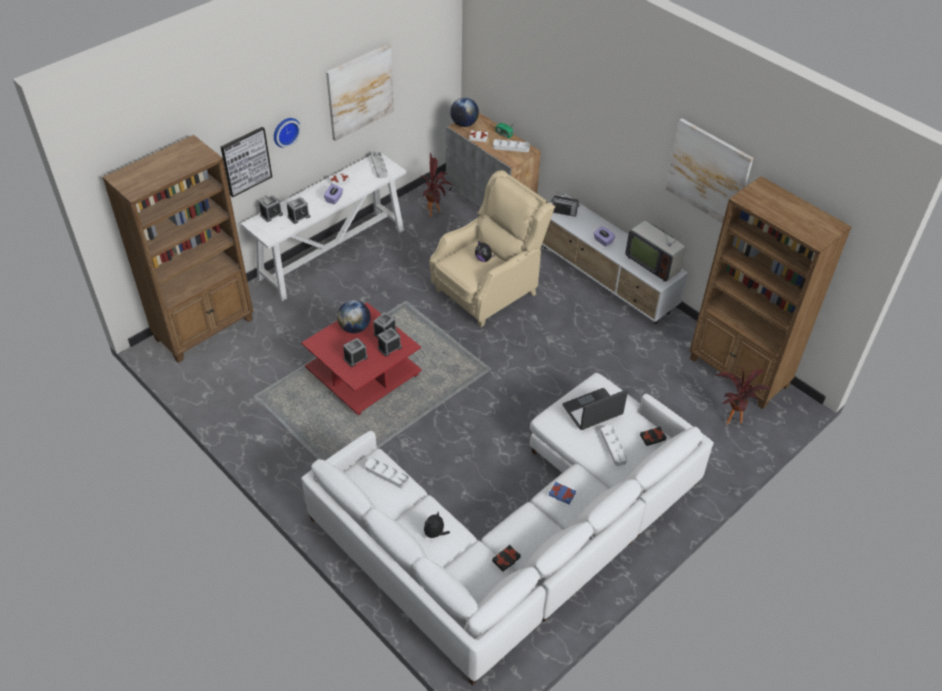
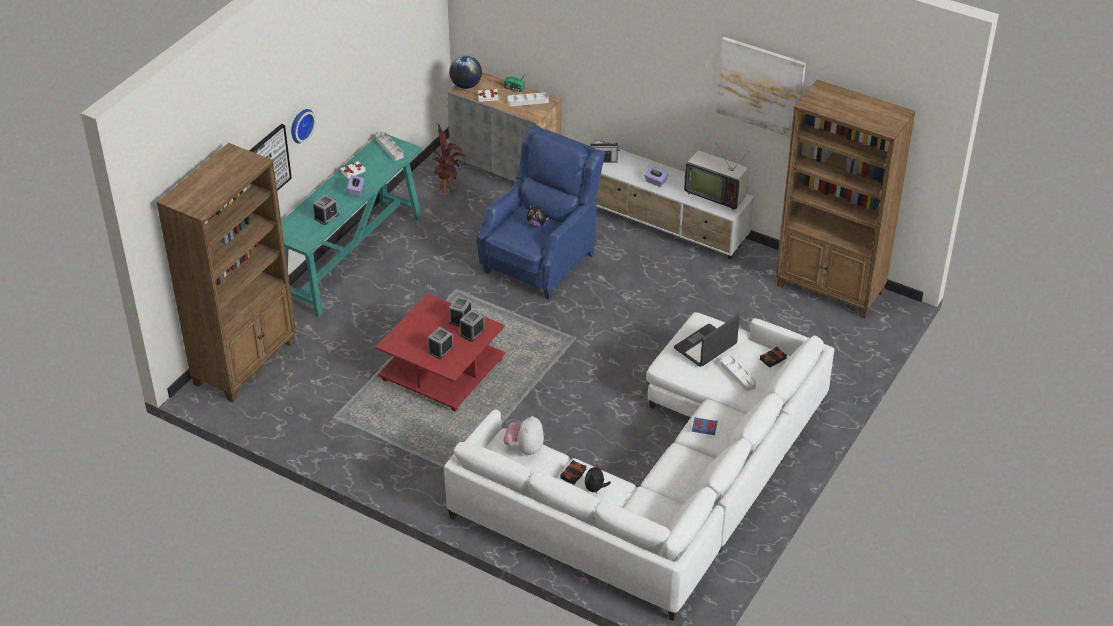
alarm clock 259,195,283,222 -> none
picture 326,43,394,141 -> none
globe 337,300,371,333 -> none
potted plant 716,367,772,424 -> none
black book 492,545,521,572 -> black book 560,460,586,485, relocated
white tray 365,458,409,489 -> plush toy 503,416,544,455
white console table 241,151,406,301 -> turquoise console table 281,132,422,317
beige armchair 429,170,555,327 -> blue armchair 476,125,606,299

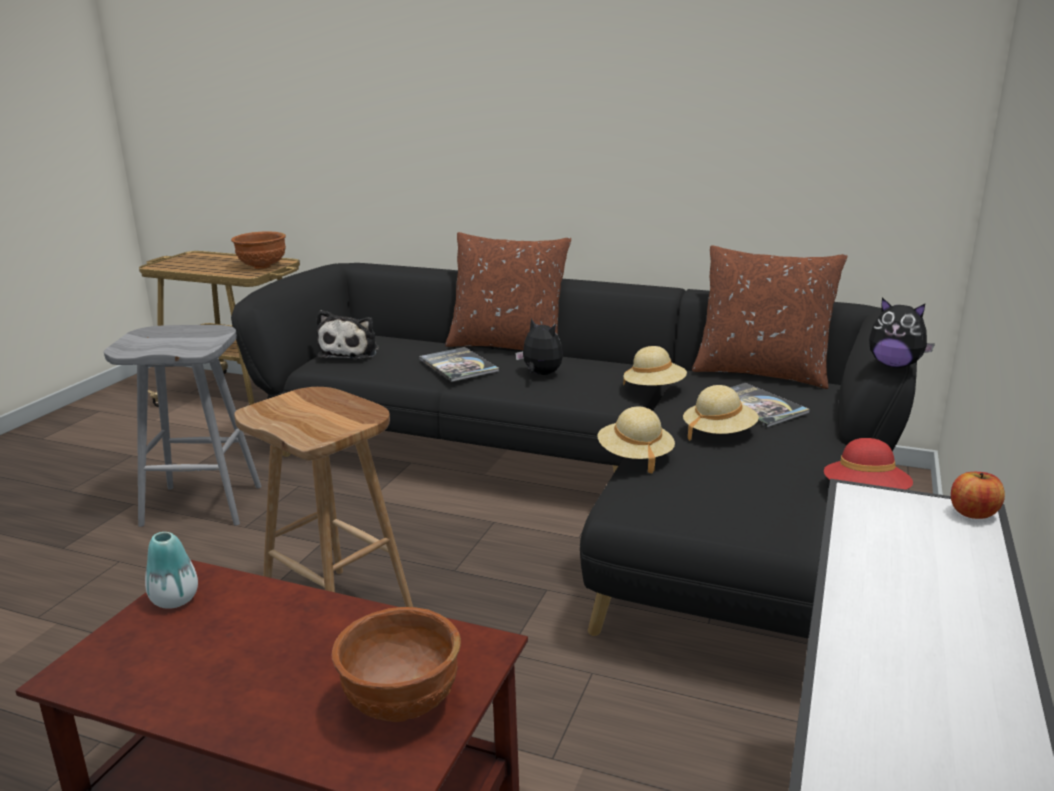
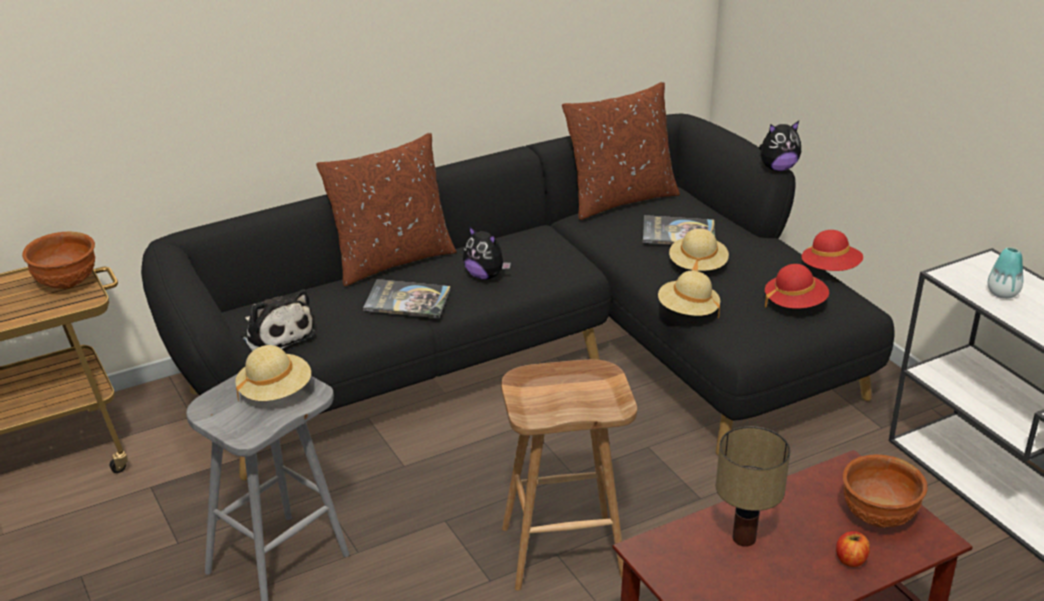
none -> table lamp 716,426,790,547
none -> red hat 765,264,829,309
vase 145,532,198,609 -> vase 987,247,1024,299, relocated
beige hat 623,346,687,386 -> beige hat 235,345,311,402, relocated
apple 951,472,1005,519 -> apple 836,531,870,567, relocated
plush toy 515,318,563,375 -> plush toy 463,226,511,280, 135 degrees counterclockwise

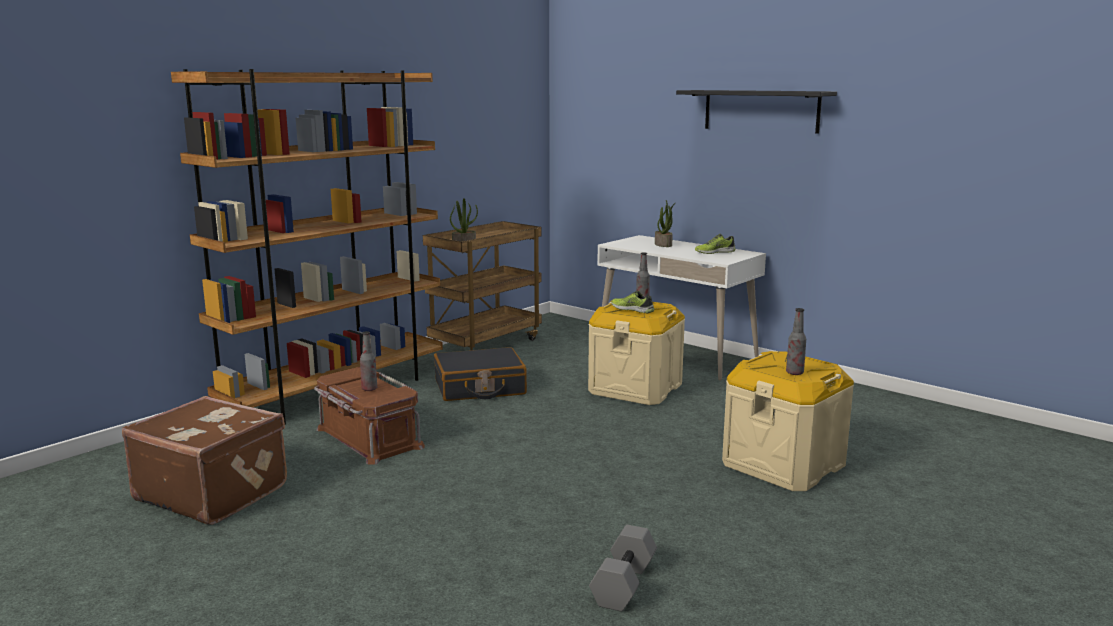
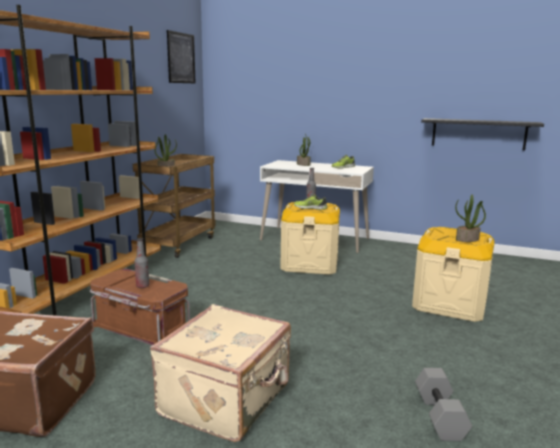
black suitcase 434,347,527,401 -> none
none -> beige suitcase 150,304,291,442
none -> picture 167,30,195,83
black shelf 676,90,837,134 -> black shelf 421,118,544,150, relocated
bottle 786,308,806,375 -> potted plant 455,195,486,242

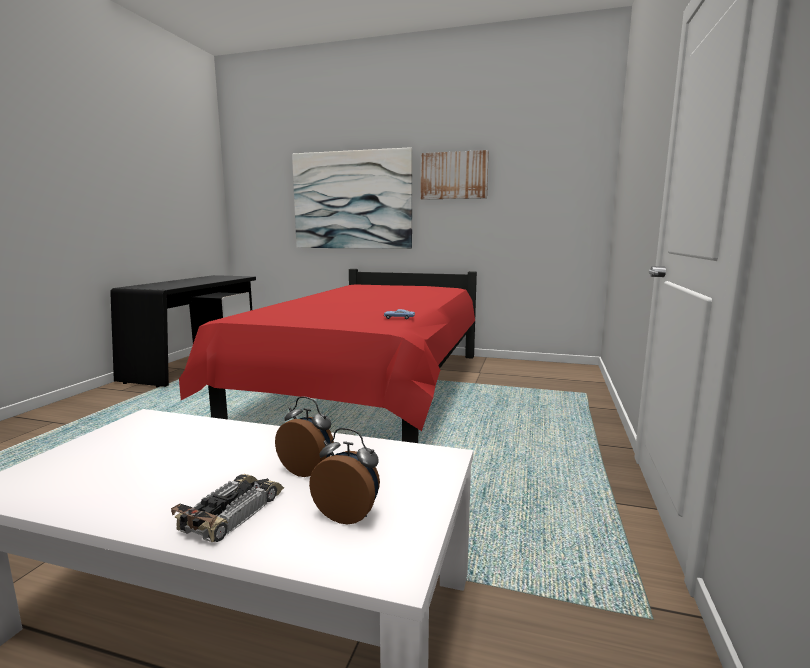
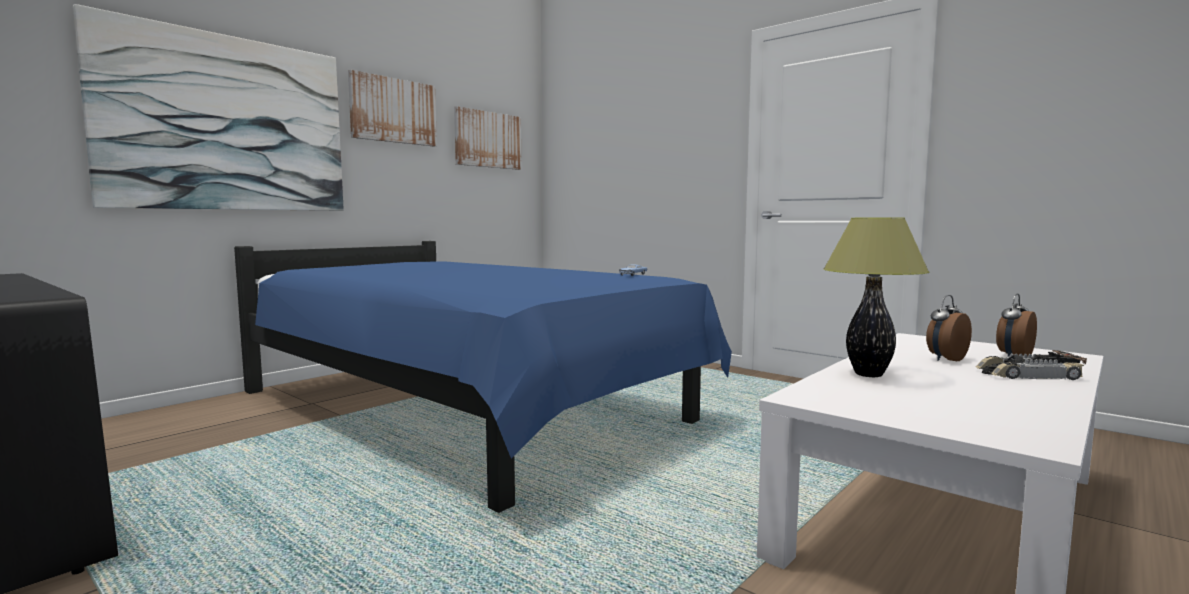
none -> picture 454,106,522,170
none -> table lamp 823,217,929,377
red bed 179,269,477,443 -> blue bed 234,241,732,513
toy car 171,474,285,542 -> toy car 976,350,1087,380, 45 degrees counterclockwise

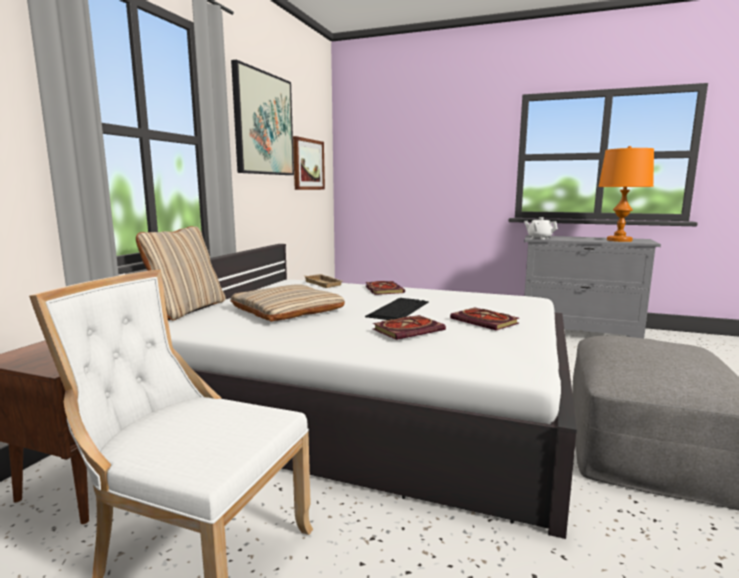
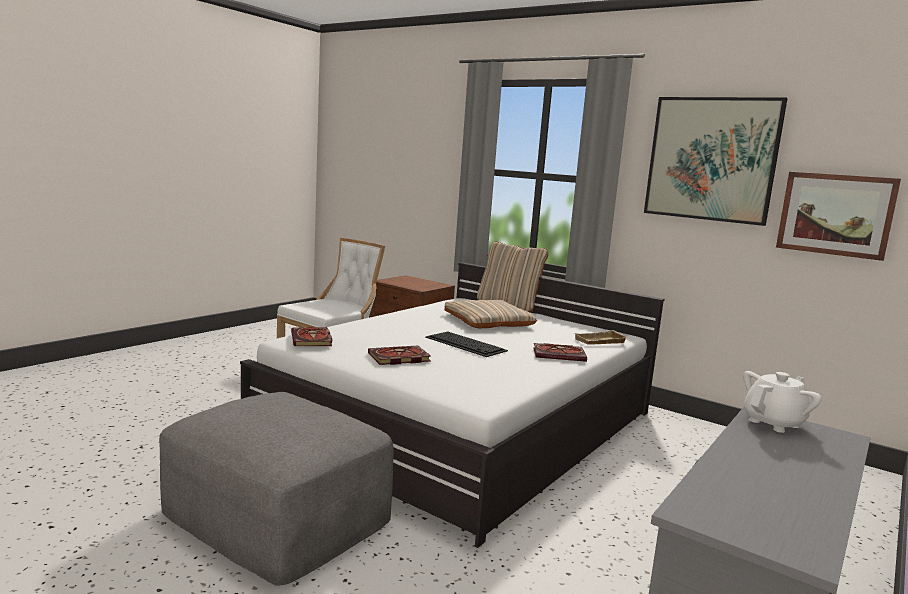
orange table lamp 598,146,654,242 -> none
book 373,315,446,340 -> book 291,327,332,346, relocated

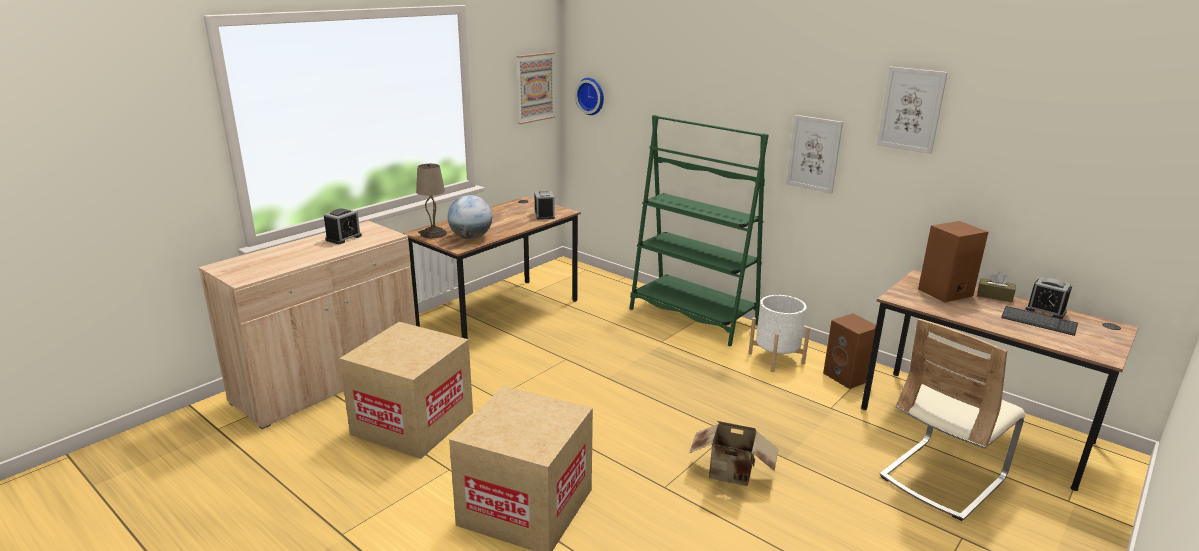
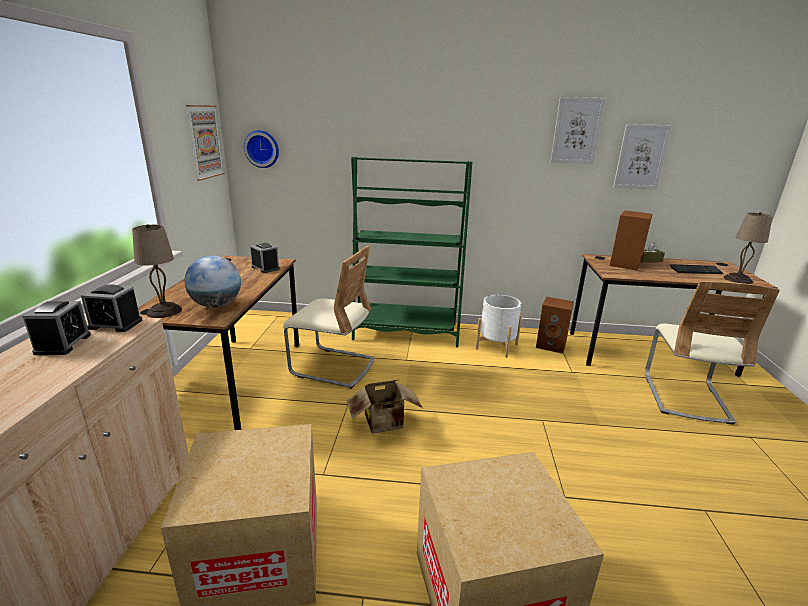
none -> beige chair 283,245,375,389
none -> beige table lamp 724,212,773,284
cardboard box 689,421,778,486 -> cardboard box 346,380,423,434, relocated
picture 786,115,843,194 -> picture 613,124,672,189, relocated
alarm clock 1025,277,1072,319 -> alarm clock 81,284,142,332, relocated

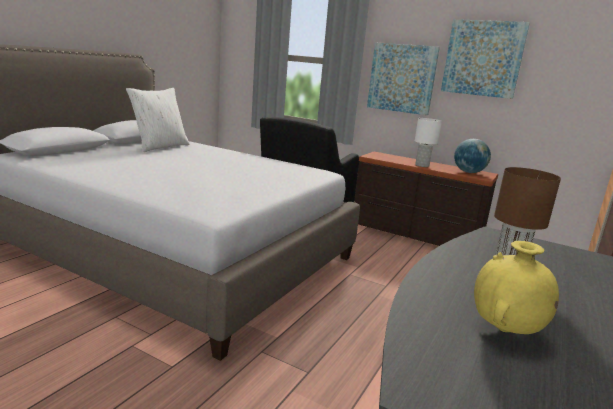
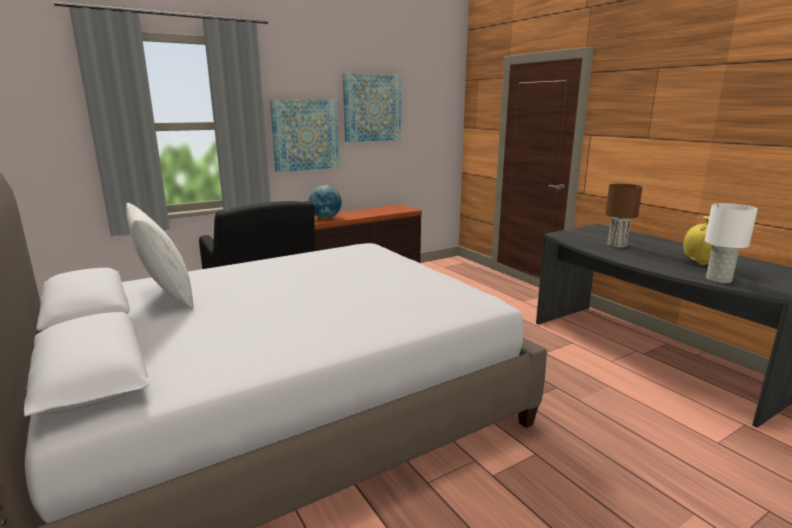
white table lamp 415,118,442,167 -> white table lamp 705,203,758,283, relocated
globe 454,139,491,173 -> globe 308,185,342,219, relocated

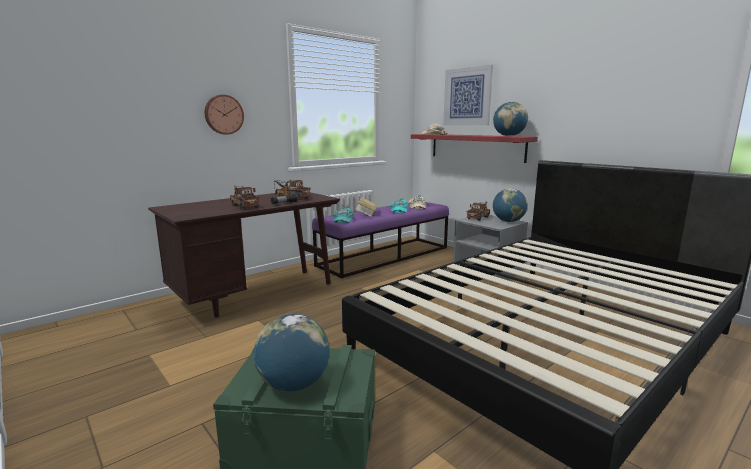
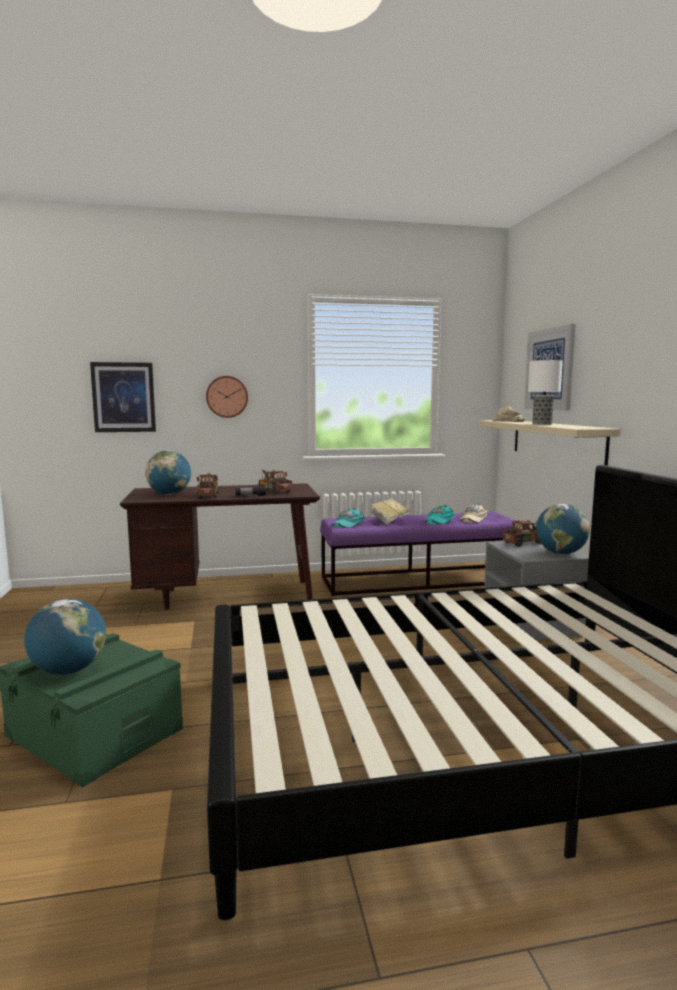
none -> picture 90,362,156,432
none -> table lamp 528,360,563,425
globe 493,102,528,136 -> globe 145,451,191,495, relocated
red shelf 411,134,538,163 -> beige shelf 479,420,620,466

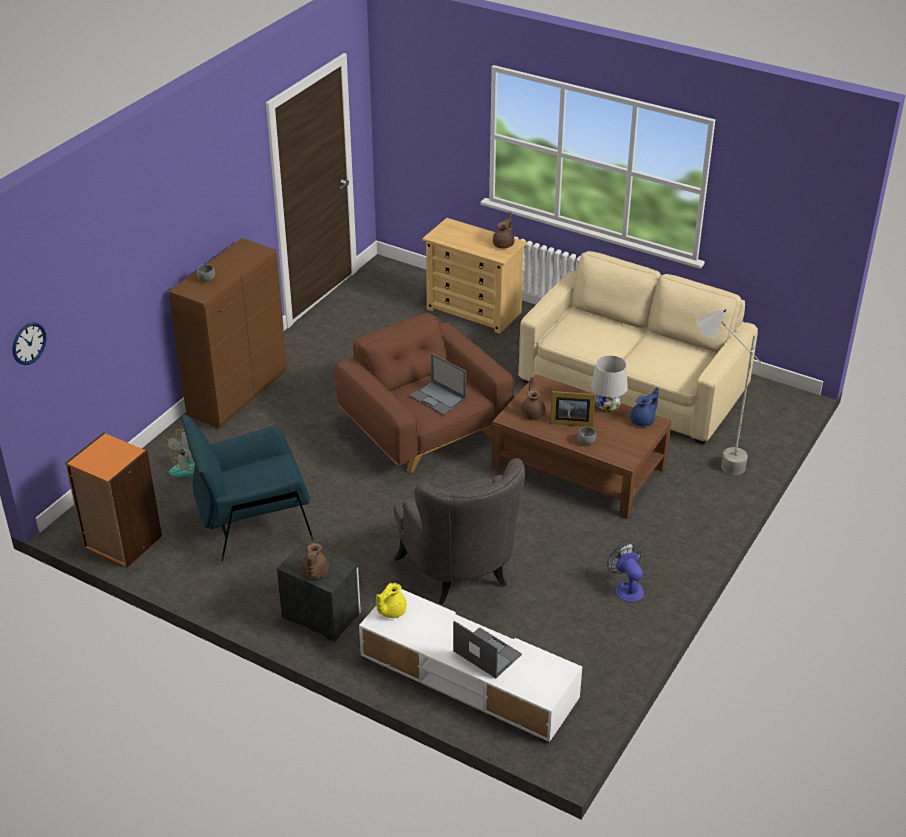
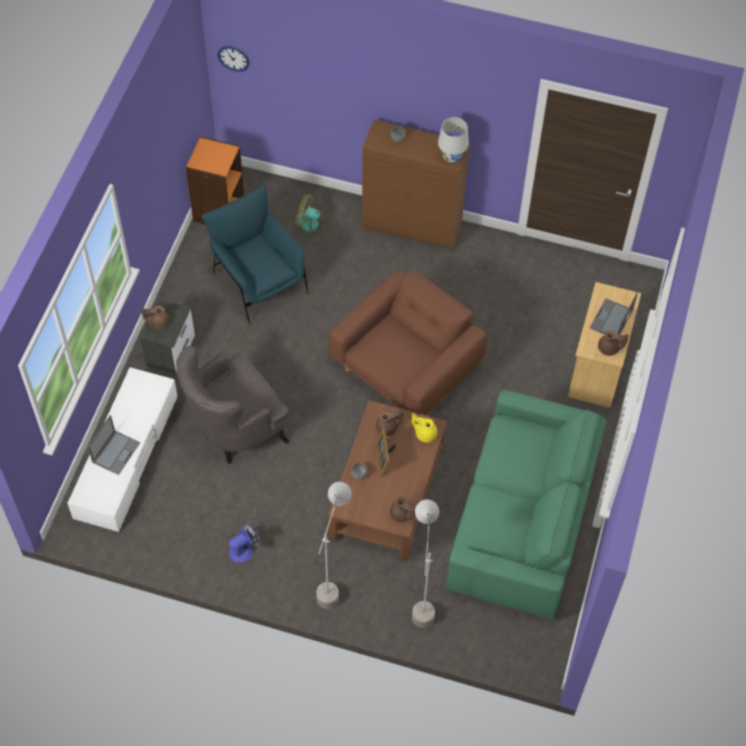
none -> grey floor lamp 316,482,352,609
yellow teapot 376,583,407,618 -> yellow teapot 412,413,438,443, relocated
laptop 409,353,466,415 -> laptop 590,292,638,334, relocated
white table lamp 591,355,628,413 -> white table lamp 438,117,469,163, relocated
beige sofa 518,251,758,444 -> green sofa 446,390,607,619
blue teapot 631,387,659,426 -> brown teapot 390,497,416,523

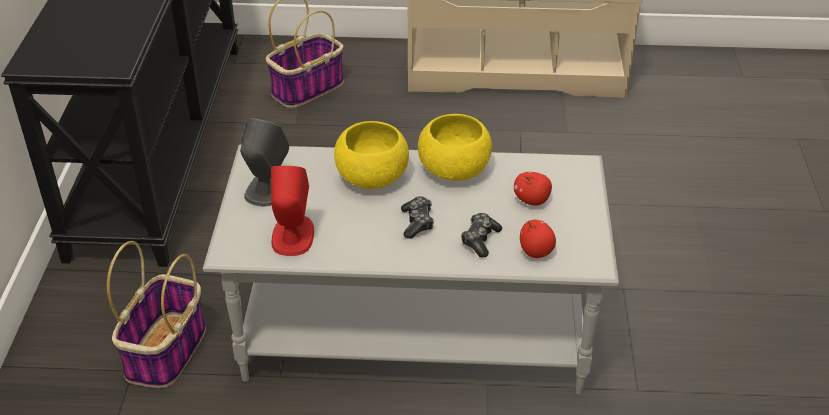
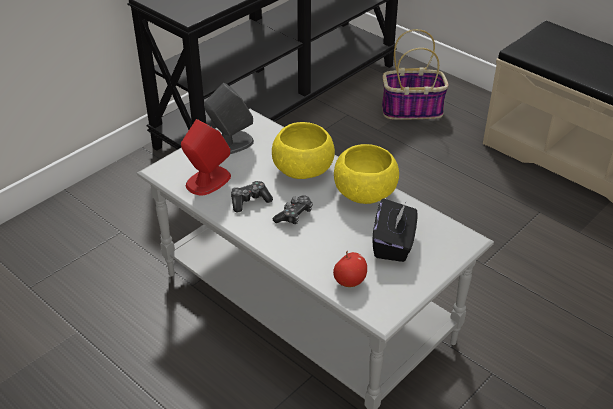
basket 107,241,206,388 -> none
game controller 461,213,502,258 -> game controller 231,181,273,213, relocated
apple 514,172,552,206 -> black tissue box 372,198,418,262

